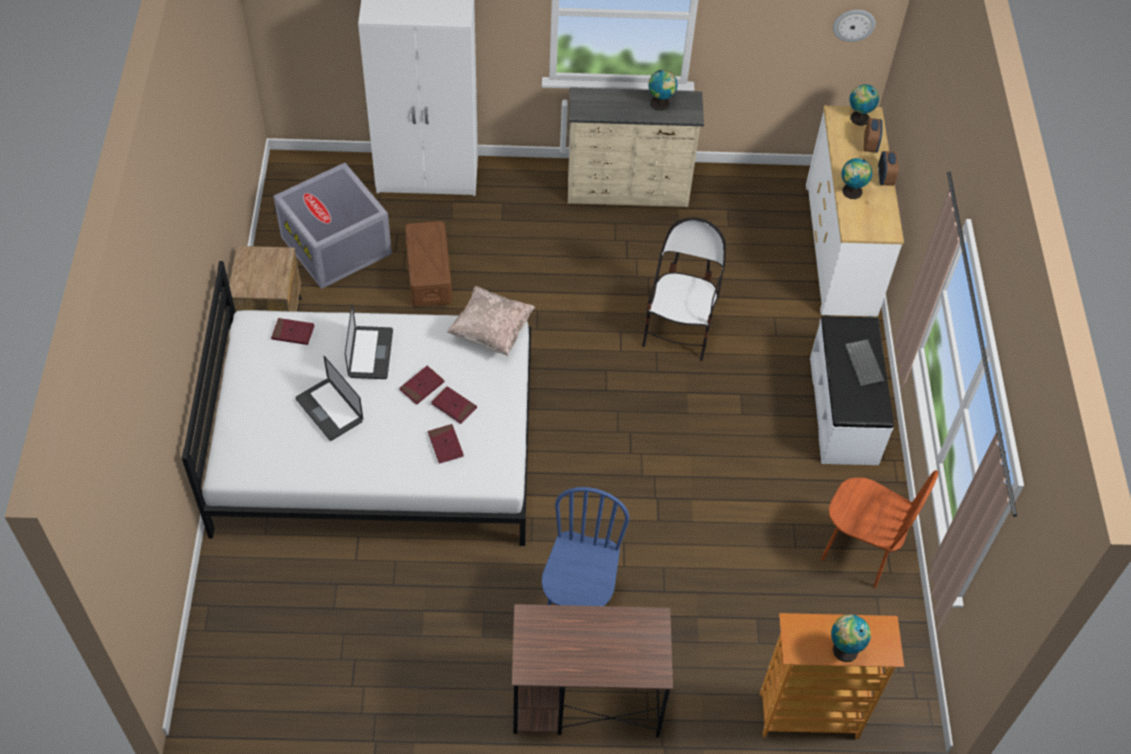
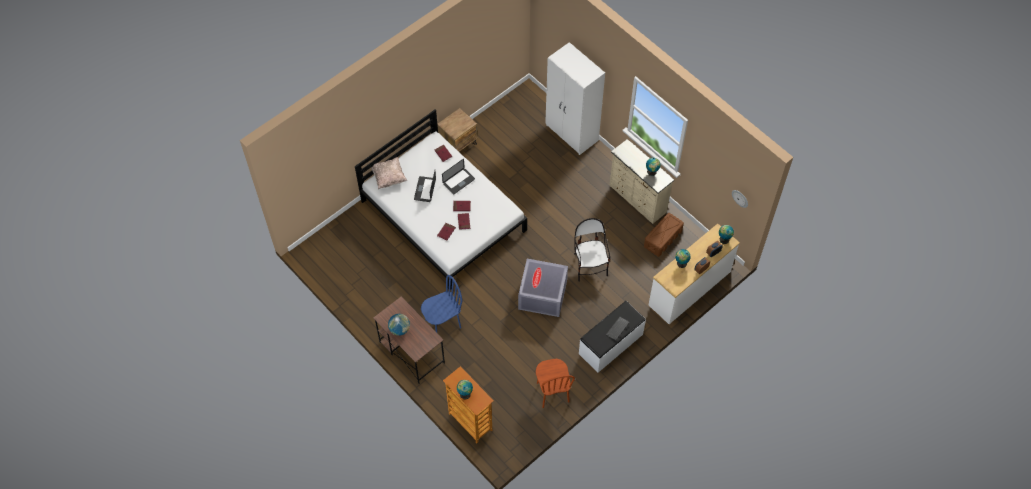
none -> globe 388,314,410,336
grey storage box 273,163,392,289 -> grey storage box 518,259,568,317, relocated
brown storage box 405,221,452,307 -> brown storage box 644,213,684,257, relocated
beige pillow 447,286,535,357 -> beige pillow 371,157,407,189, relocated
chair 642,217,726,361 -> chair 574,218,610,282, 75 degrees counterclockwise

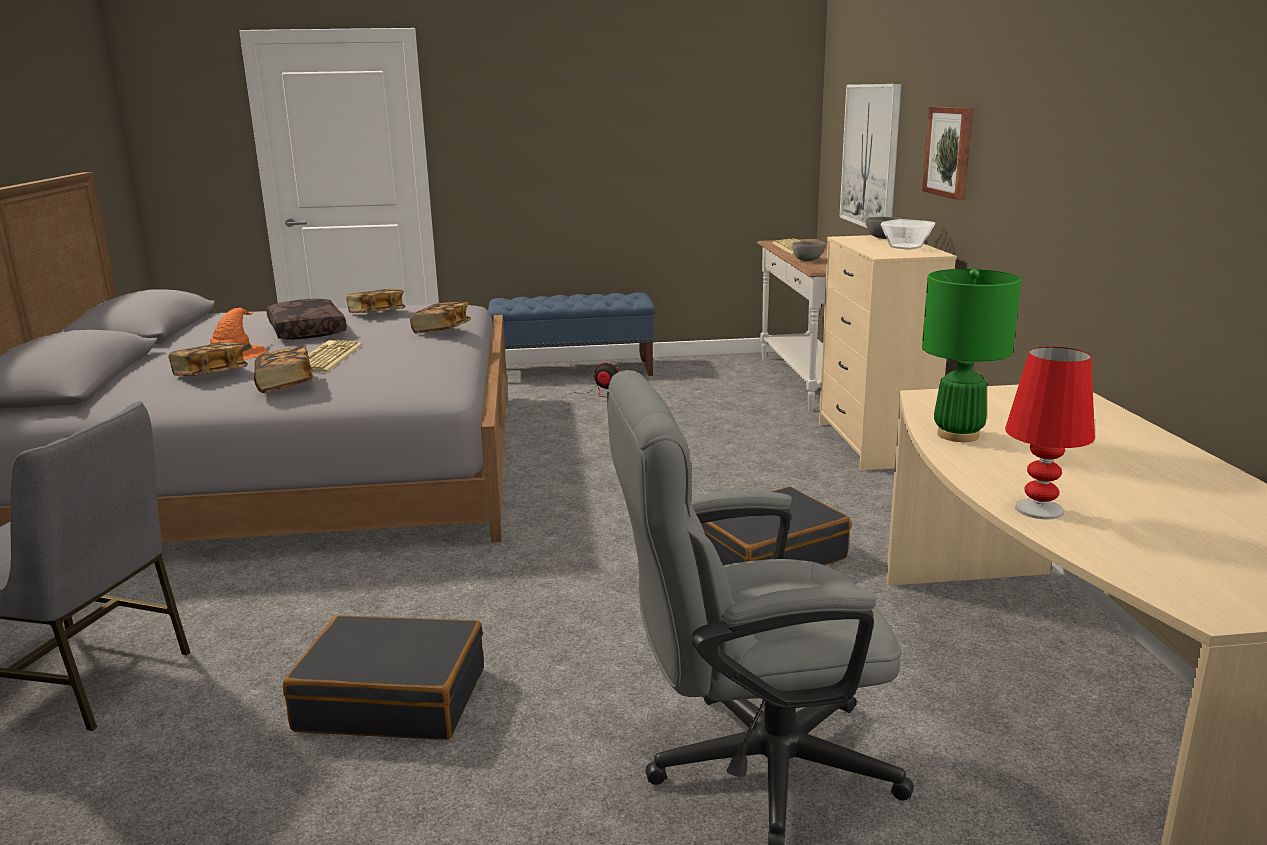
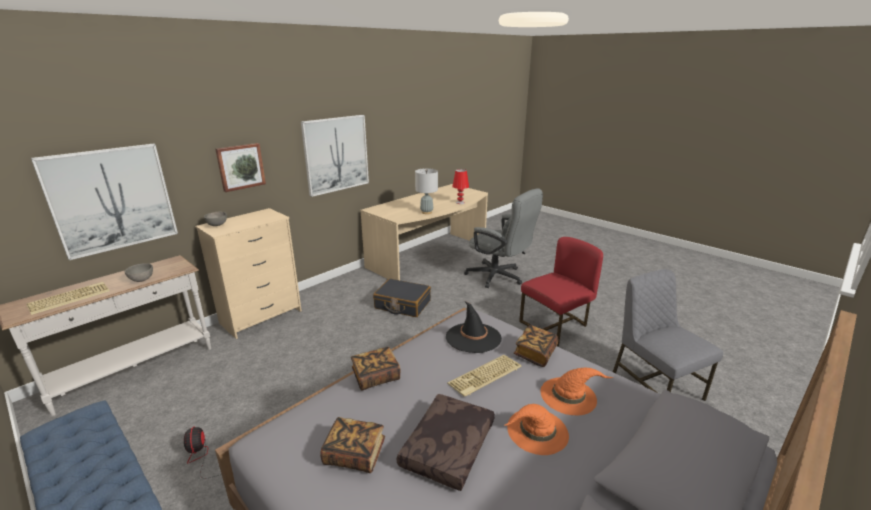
bowl 881,219,935,250 -> none
none -> picture 301,115,369,197
none -> black hat 446,301,502,353
book 168,342,248,376 -> orange hat 541,368,613,415
black suitcase 283,615,484,740 -> red chair 519,237,603,347
green table lamp 922,269,1021,442 -> grey table lamp 415,168,438,214

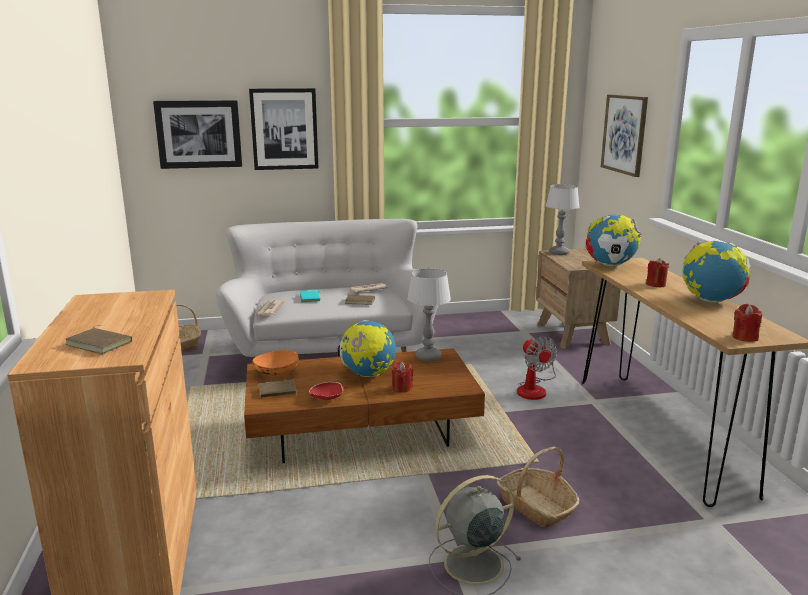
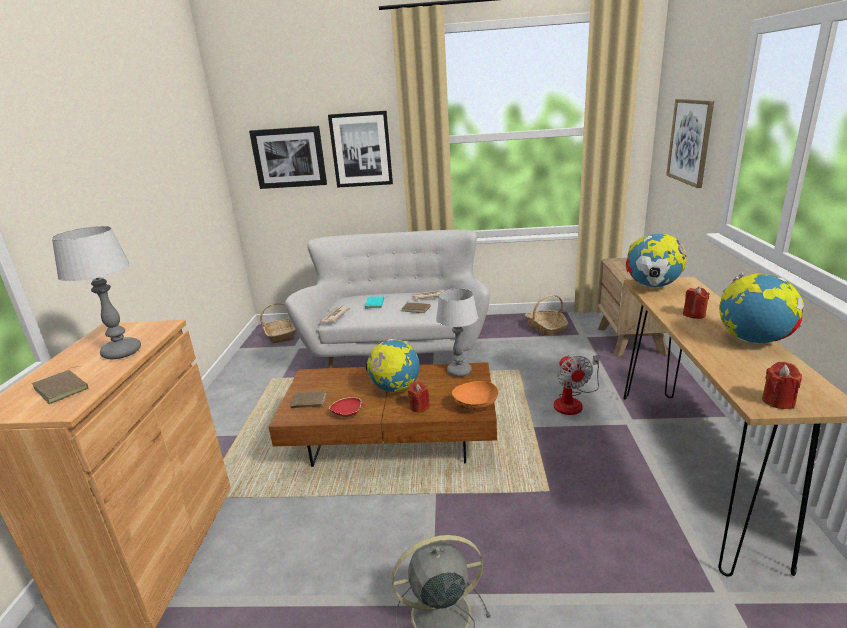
orange bowl 252,350,299,376 -> orange bowl 452,381,498,410, relocated
basket 496,447,579,528 -> basket 525,295,568,336, relocated
table lamp 546,184,579,255 -> table lamp 52,226,141,359, relocated

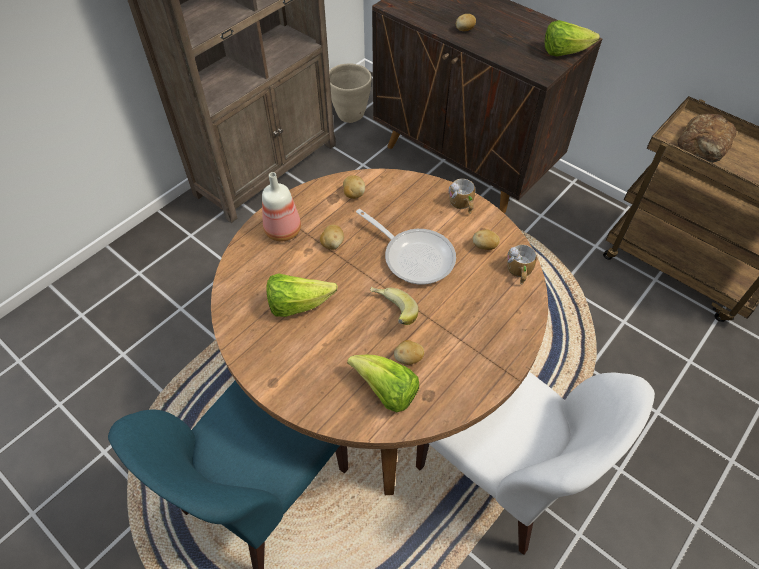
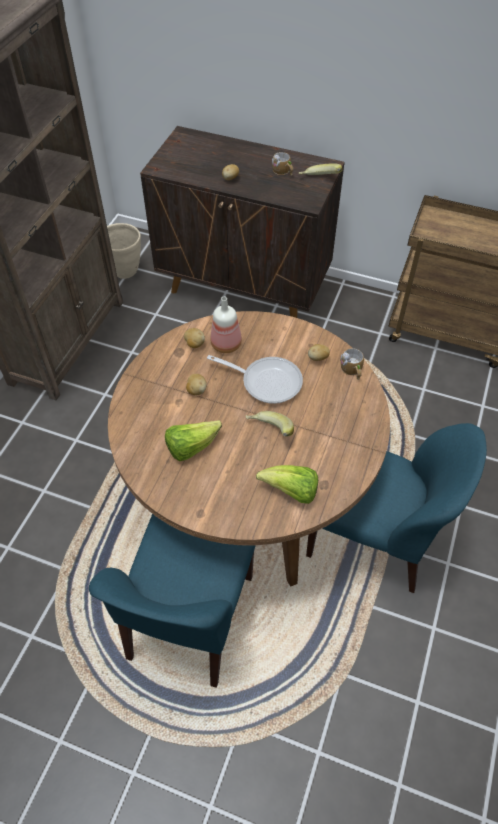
potato 394,340,424,365 -> none
bread 677,114,736,162 -> none
bottle 262,172,301,241 -> bottle 210,297,242,353, relocated
mug 449,179,475,214 -> mug 272,152,293,175, relocated
lettuce 545,20,600,56 -> banana 299,163,343,175
white chair 416,371,655,555 -> blue chair 306,423,487,593

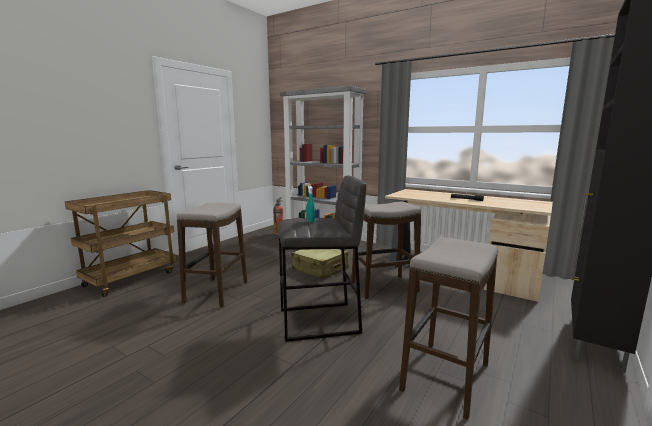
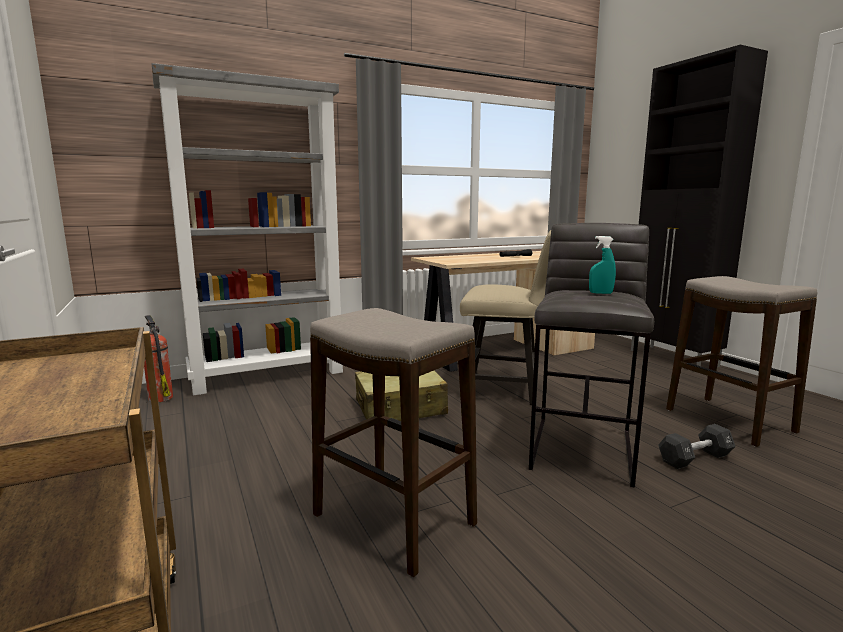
none -> black dumbbell 658,424,736,469
stool 351,201,421,299 -> beige chair 460,230,551,405

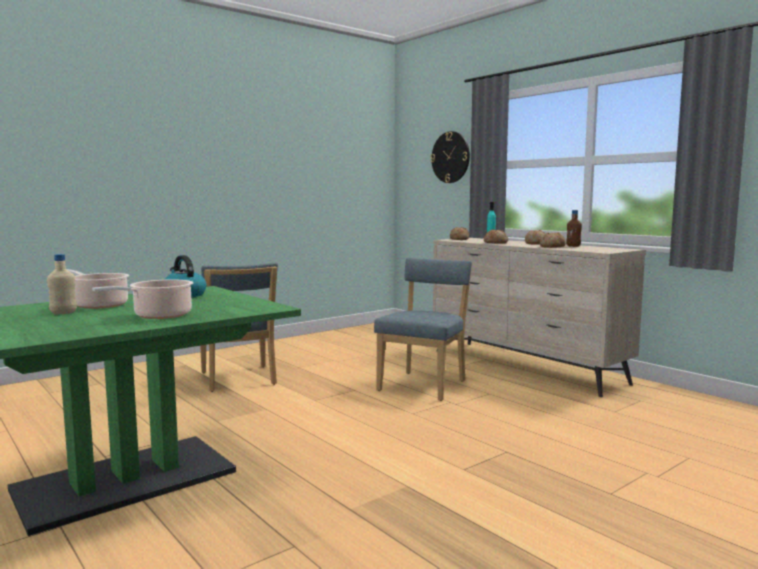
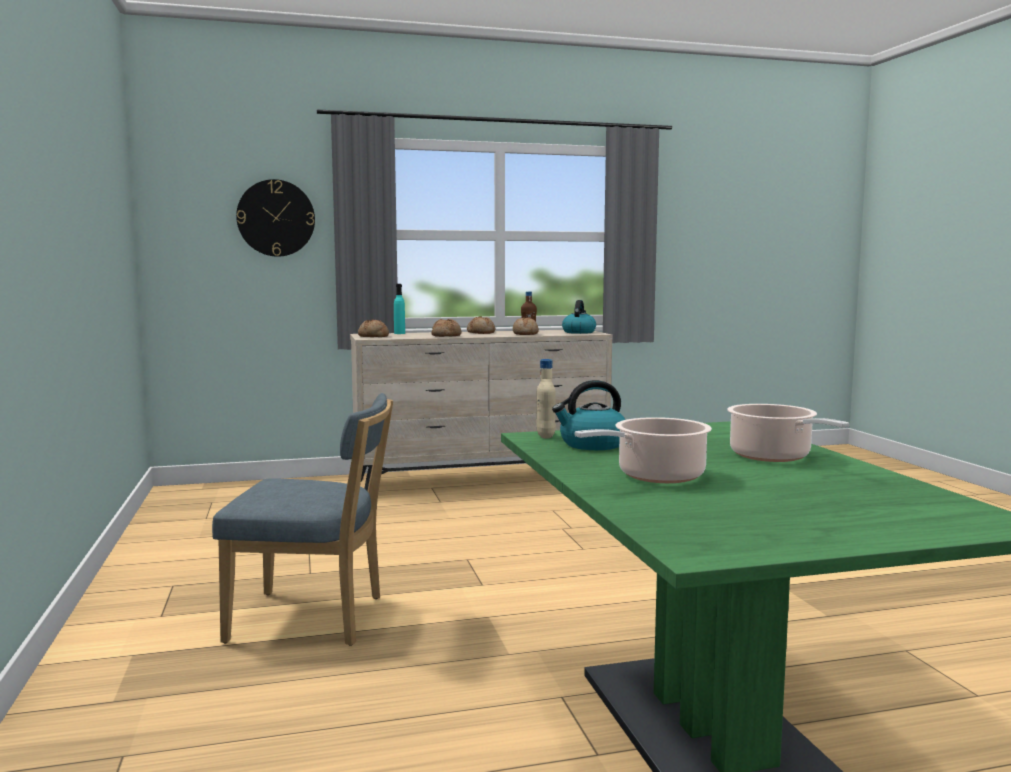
blue chair 374,258,472,401 -> none
none -> kettle 562,300,596,334
beige bottle 47,254,77,315 -> beige bottle 536,359,556,439, relocated

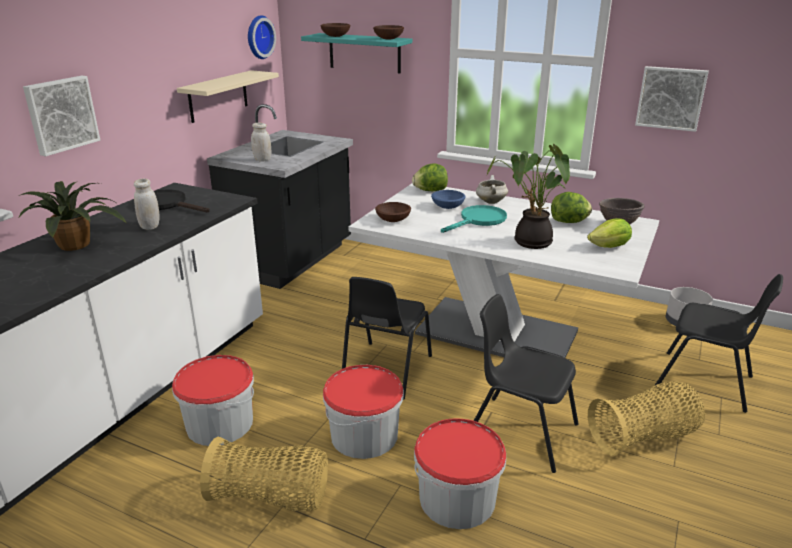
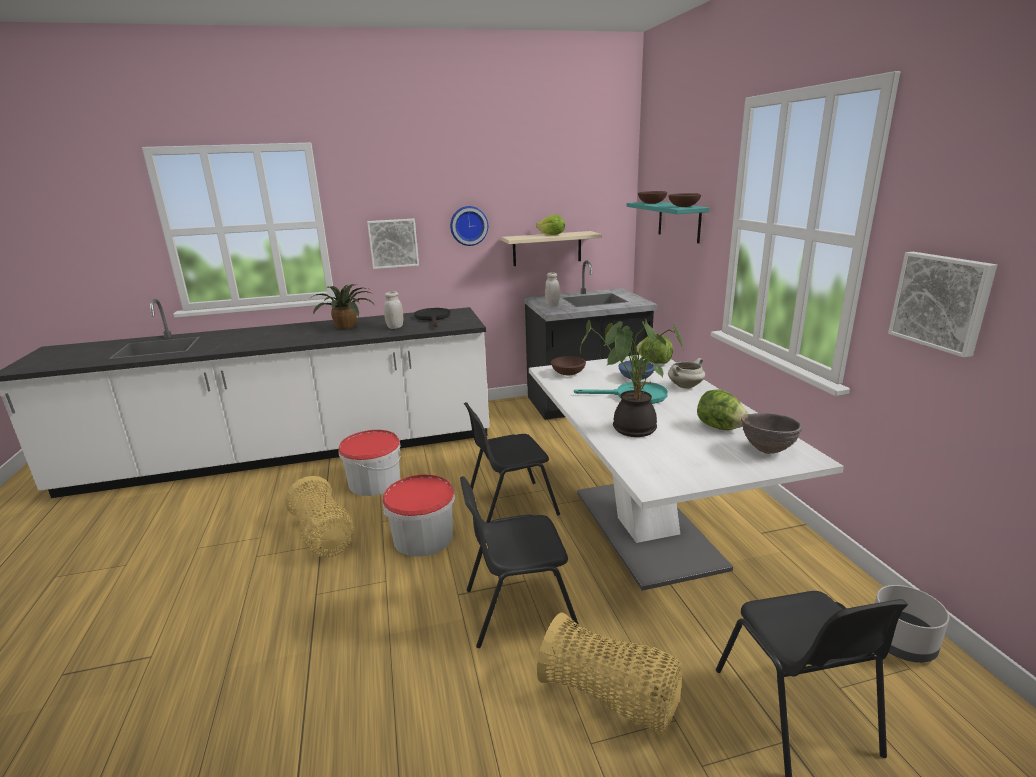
bucket 414,418,506,529 -> none
wall clock 248,15,276,59 -> wall clock 450,206,488,246, relocated
lettuce 587,219,632,248 -> lettuce 536,215,565,235, relocated
black chair 474,294,579,473 -> black chair 460,476,580,648, 90 degrees counterclockwise

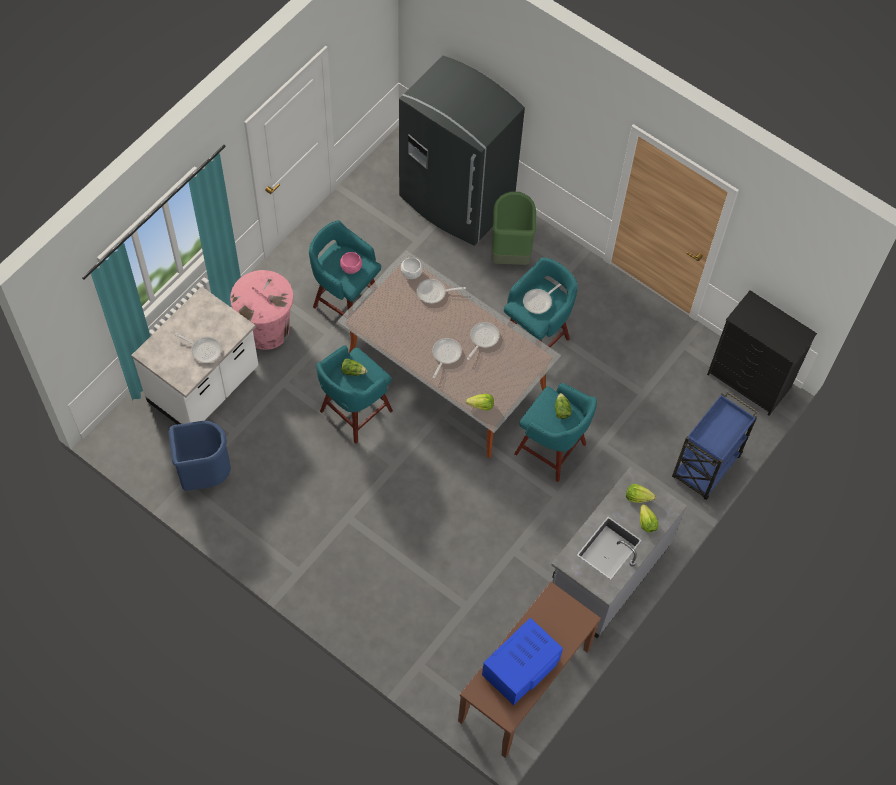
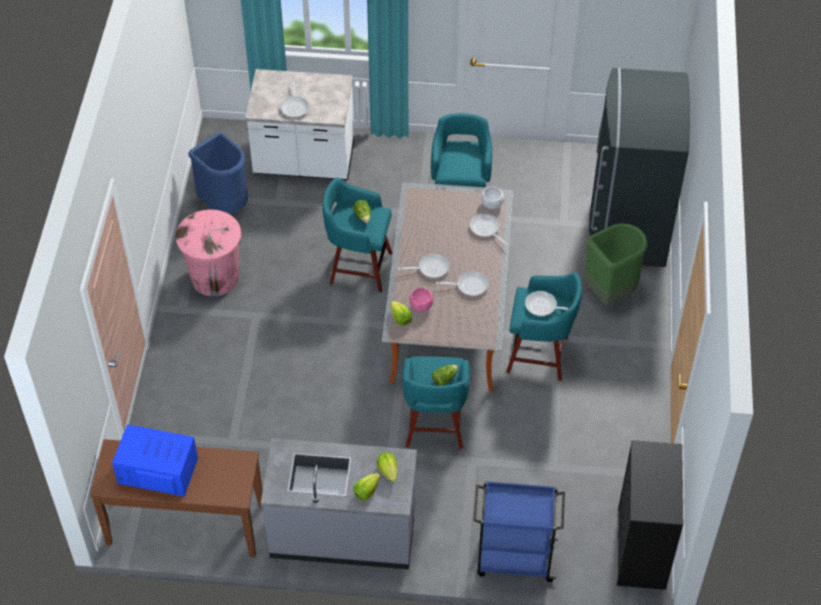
pink trash can 230,270,293,350 -> pink trash can 176,210,241,296, relocated
pink bowl 340,252,362,274 -> pink bowl 409,288,433,312, relocated

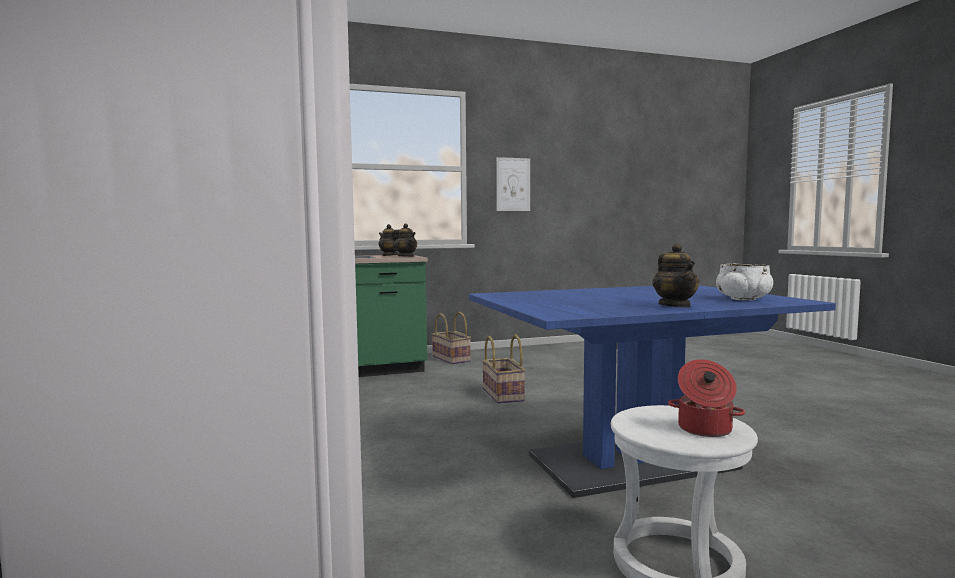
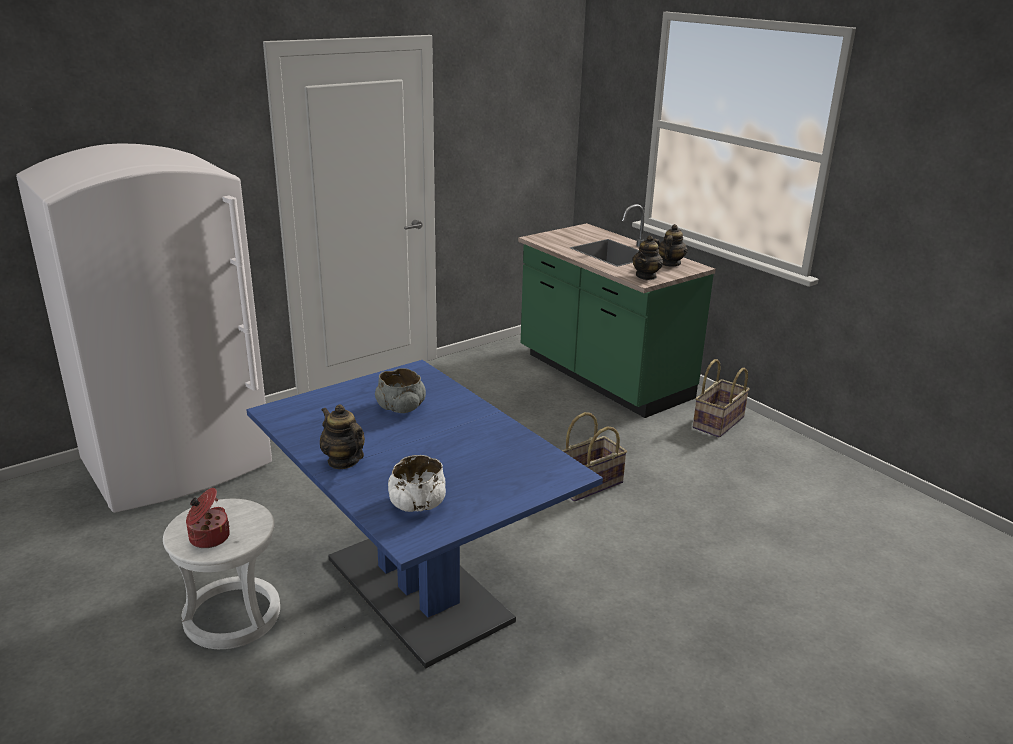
picture 496,157,530,211 -> none
none -> grey bowl 375,368,426,413
teapot 652,243,699,308 -> teapot 320,404,365,469, 75 degrees clockwise

